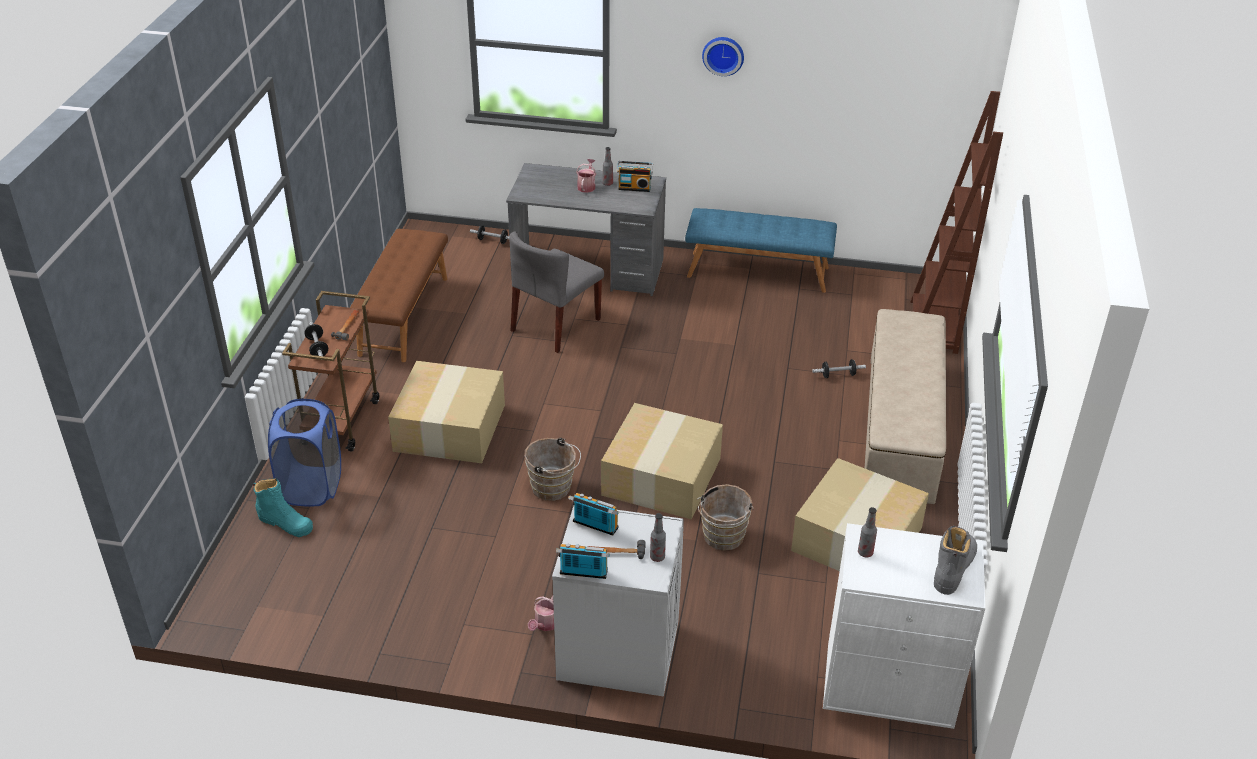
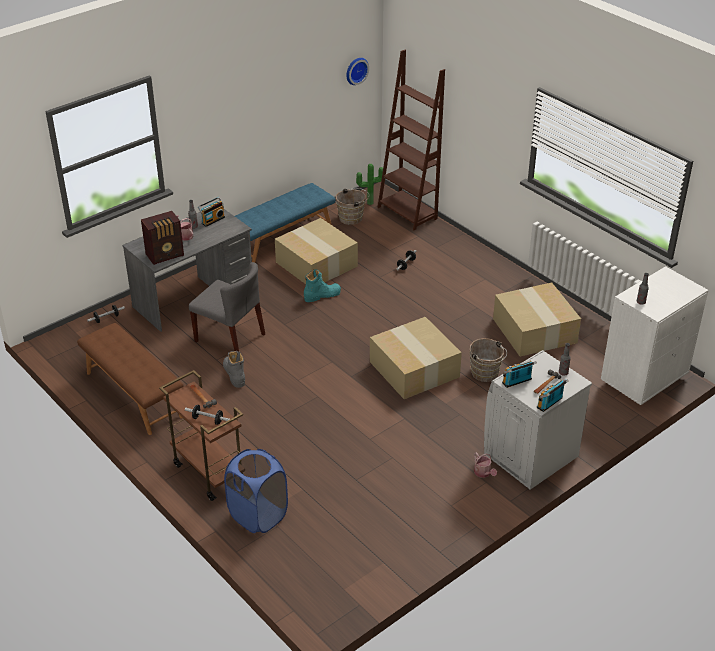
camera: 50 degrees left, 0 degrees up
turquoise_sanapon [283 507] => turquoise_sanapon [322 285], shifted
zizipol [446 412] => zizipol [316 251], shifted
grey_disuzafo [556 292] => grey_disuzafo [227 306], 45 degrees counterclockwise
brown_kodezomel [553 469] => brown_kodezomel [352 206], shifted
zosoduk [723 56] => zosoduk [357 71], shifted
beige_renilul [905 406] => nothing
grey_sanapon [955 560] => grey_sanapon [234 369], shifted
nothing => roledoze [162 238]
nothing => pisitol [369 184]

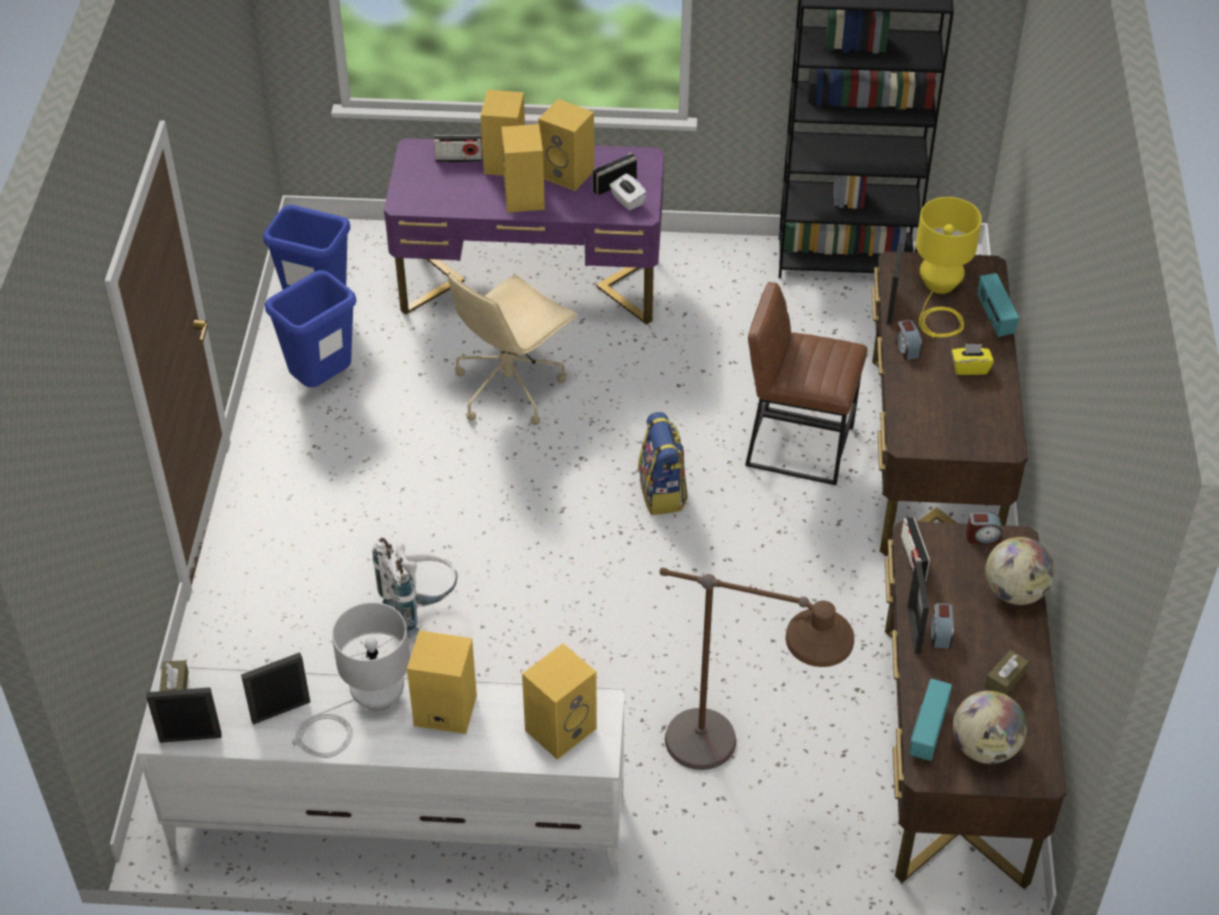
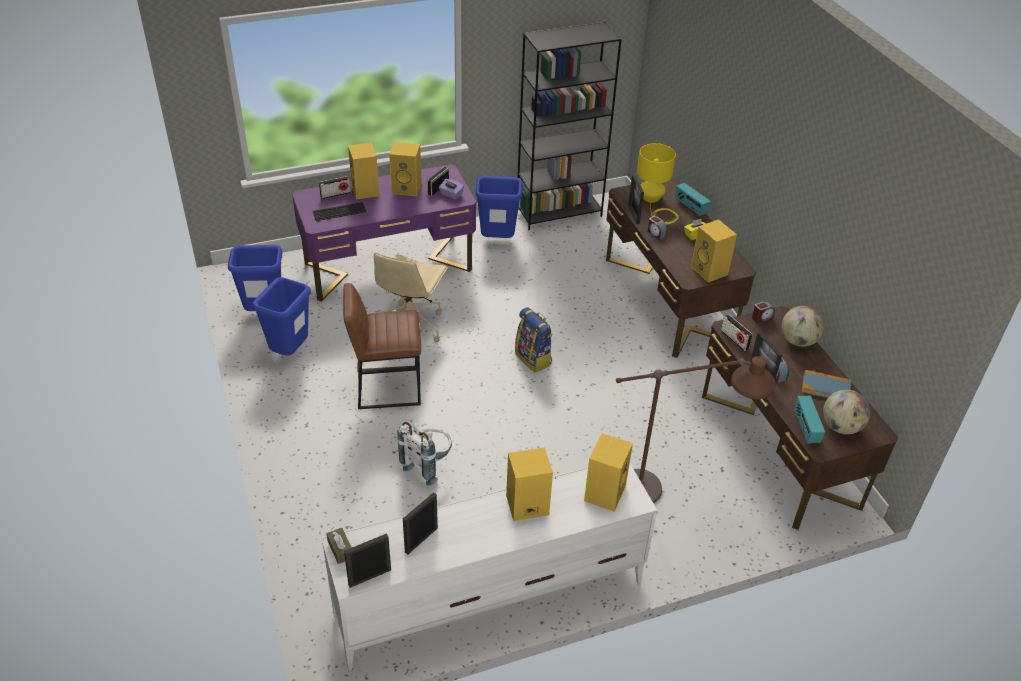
camera: 25 degrees left, 5 degrees down
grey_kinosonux [351 680] => nothing
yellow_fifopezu [523 168] => yellow_fifopezu [714 250], shifted
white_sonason [628 192] => purple_sonason [451 189]
brown_disuzafo [806 383] => brown_disuzafo [382 346], shifted
brown_sonason [1007 672] => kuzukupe [826 384]
nothing => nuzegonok [340 211]
nothing => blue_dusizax [498 207]

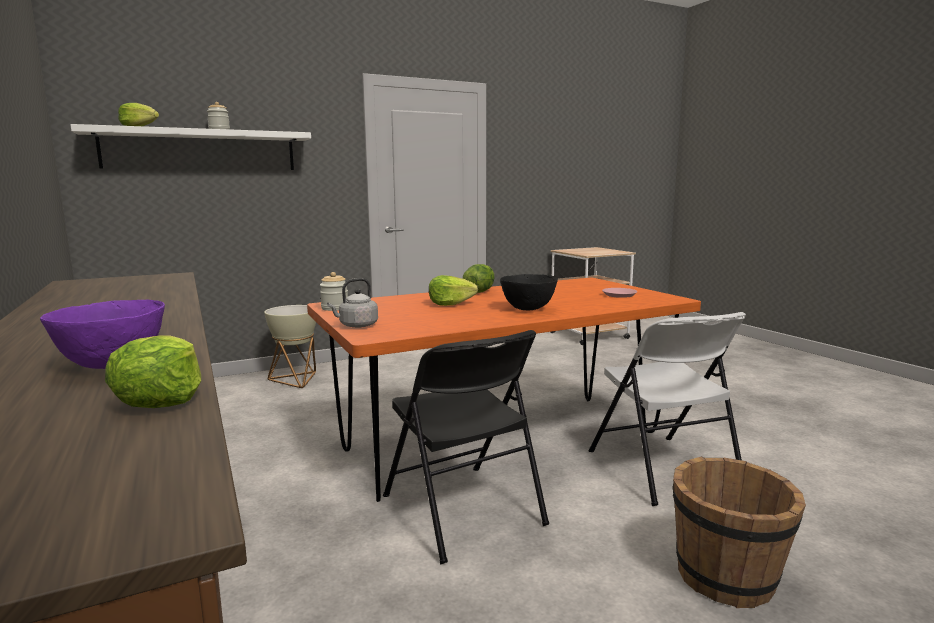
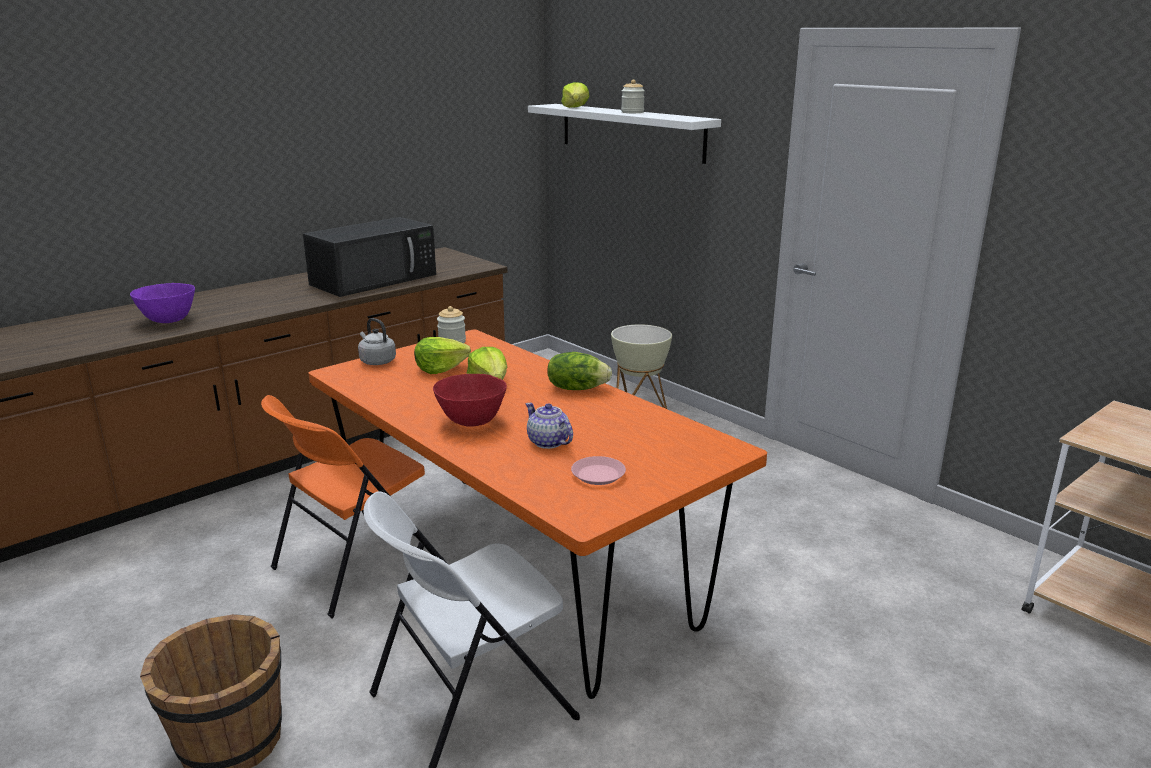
camera: 75 degrees right, 10 degrees up
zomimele [153 372] => zomimele [442 355], shifted
black_disuzafo [466 447] => orange_disuzafo [352 507]
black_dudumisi [529 292] => red_dudumisi [470 400]
nothing => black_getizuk [369 257]
nothing => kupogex [549 426]

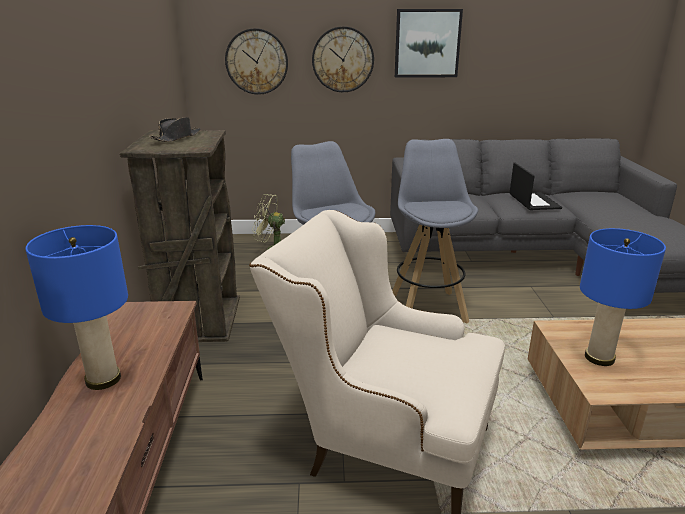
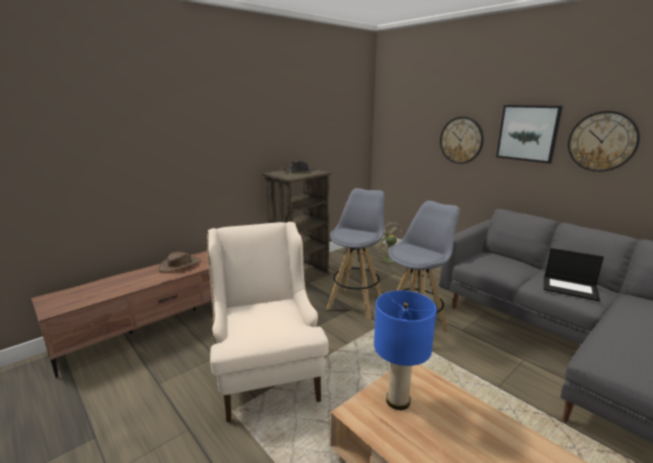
camera: 50 degrees right, 5 degrees down
blue_kinosonux [76 307] => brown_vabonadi [179 262]
zosoduk [256 61] => zosoduk [604 141], shifted
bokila [536 186] => bokila [573 274], 75 degrees clockwise

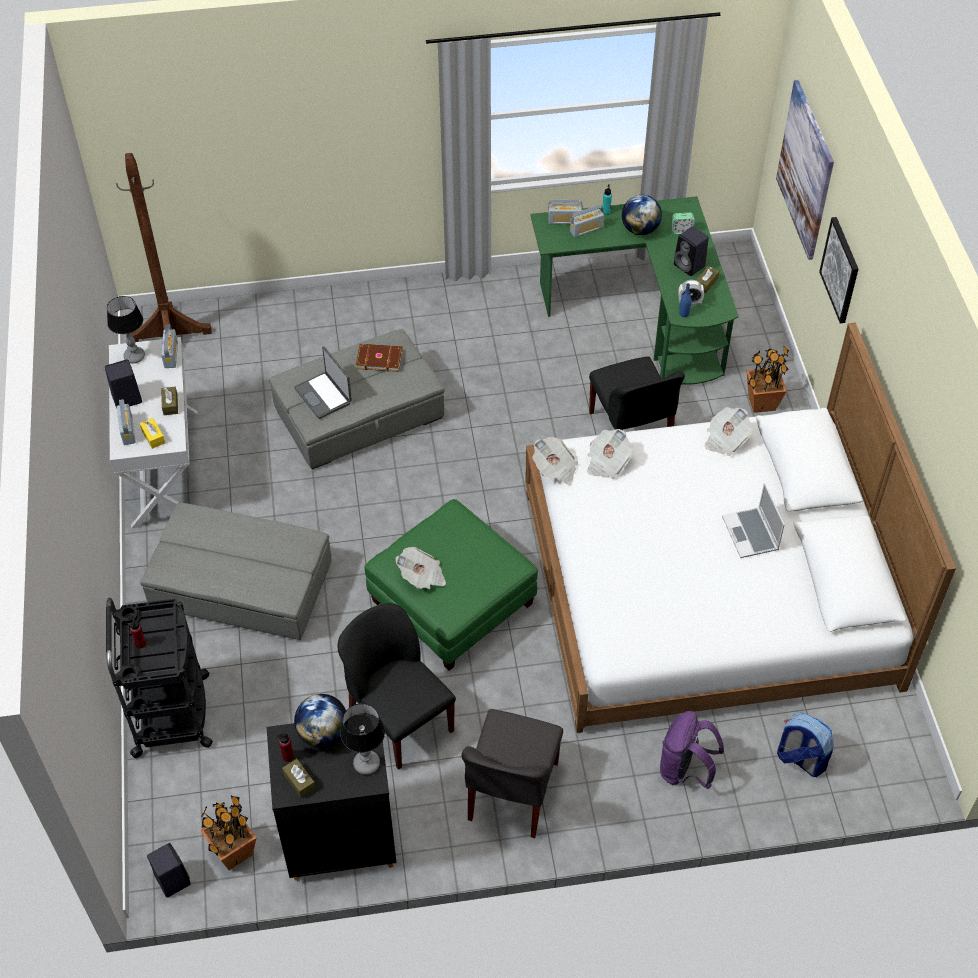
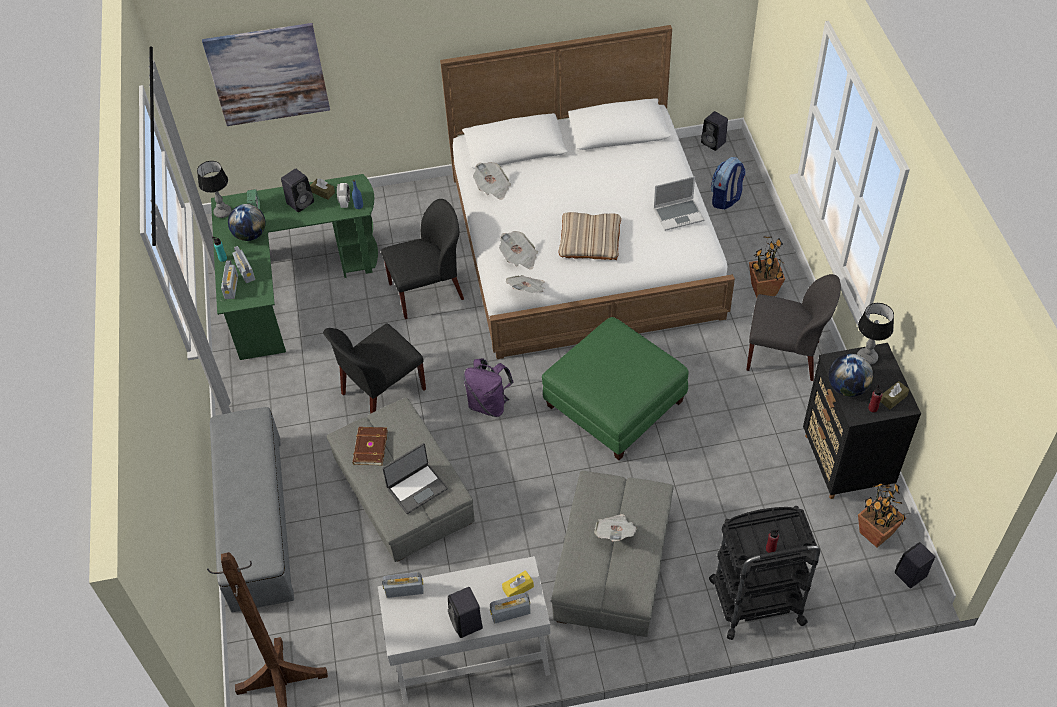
camera: 90 degrees left, 0 degrees up
kinosonux [126 329] => kinosonux [214 189], shifted
brown_sonason [169 401] => nothing
black_disuzafo [396 686] => black_disuzafo [374 368], shifted
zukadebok [421 568] => zukadebok [615 527], shifted
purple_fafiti [692 750] => purple_fafiti [488 388], shifted
bokila [753 520] => bokila [679 203], shifted
pisitol [767 379] => pisitol [767 267], shifted
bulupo [838 270] => nothing
nothing => grey_renilul [252 509]
nothing => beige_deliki [589 236]
nothing => black_fifopezu [714 131]

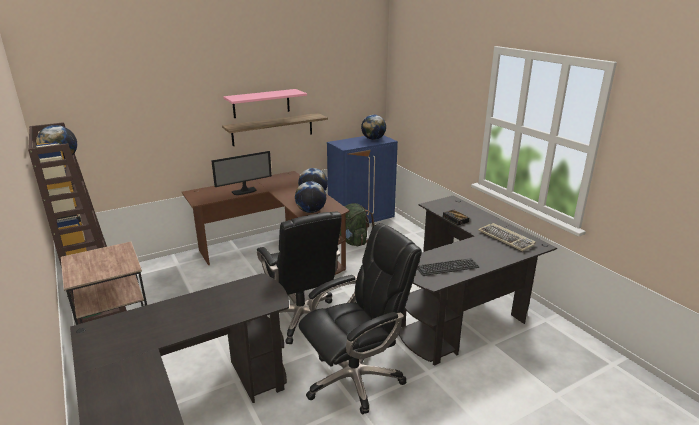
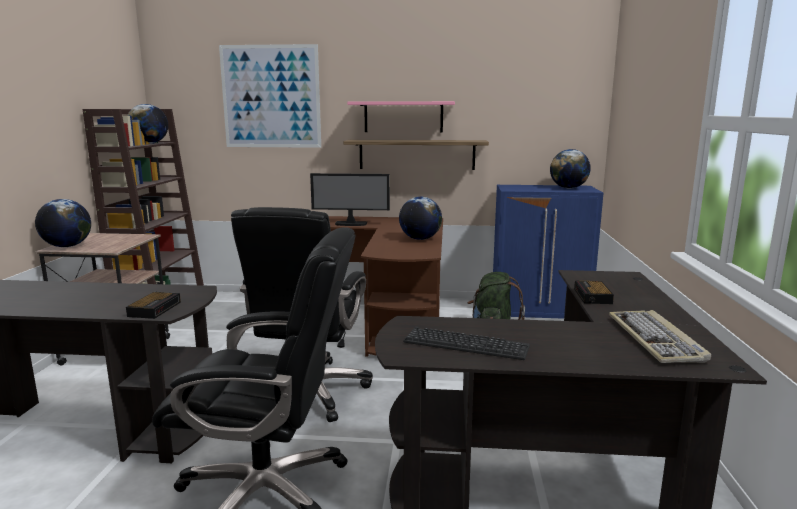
camera: 35 degrees right, 10 degrees down
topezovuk [310 197] => topezovuk [63 223], shifted
nothing => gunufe [153 305]
nothing => bulupo [270 96]

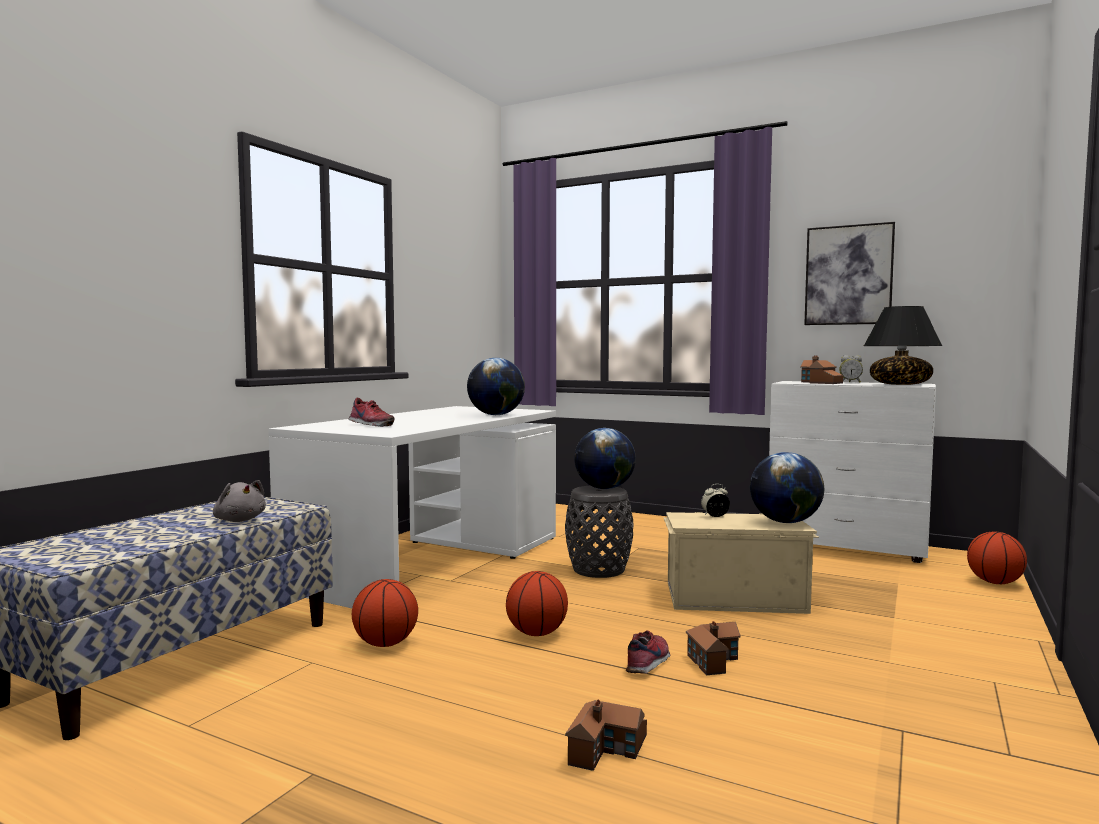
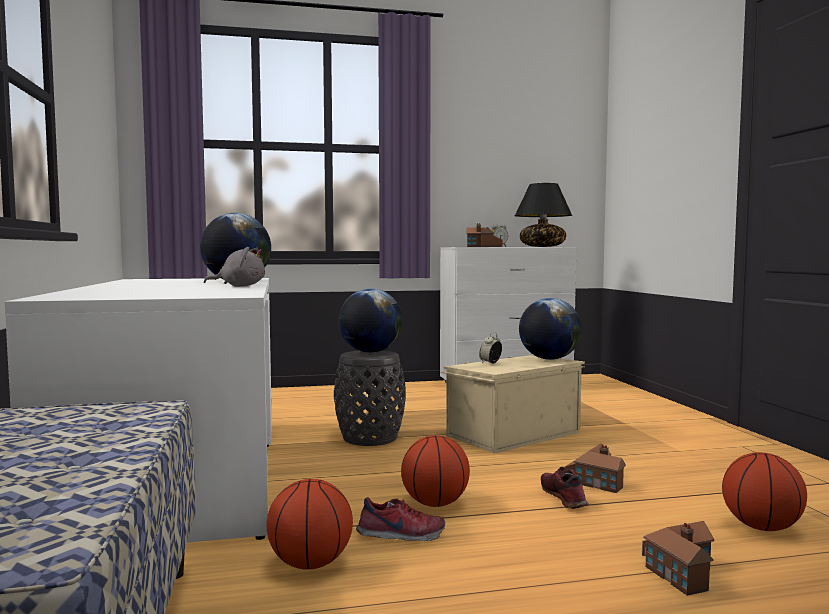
camera: 40 degrees left, 0 degrees up
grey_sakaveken [239 501] => grey_sakaveken [234 267], shifted
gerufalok [371 412] => gerufalok [400 519], shifted
bulupo [849 273] => nothing
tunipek [997 557] => tunipek [764 491], shifted

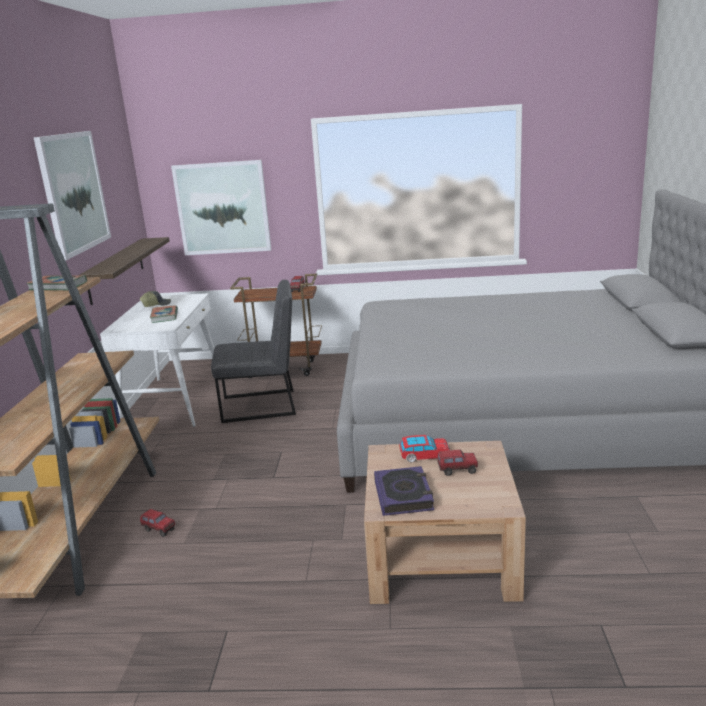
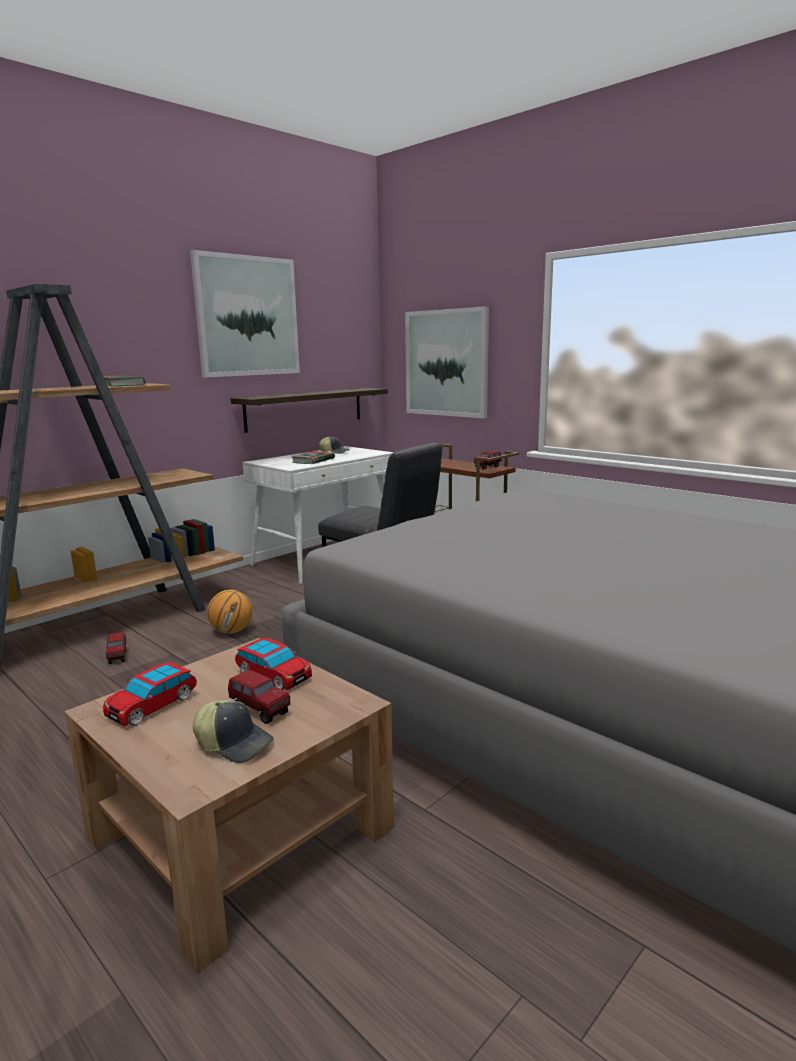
camera: 40 degrees right, 5 degrees down
kuzukupe [404 491] => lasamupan [150 694]
nothing => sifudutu [233 731]
nothing => tunipek [230 611]

